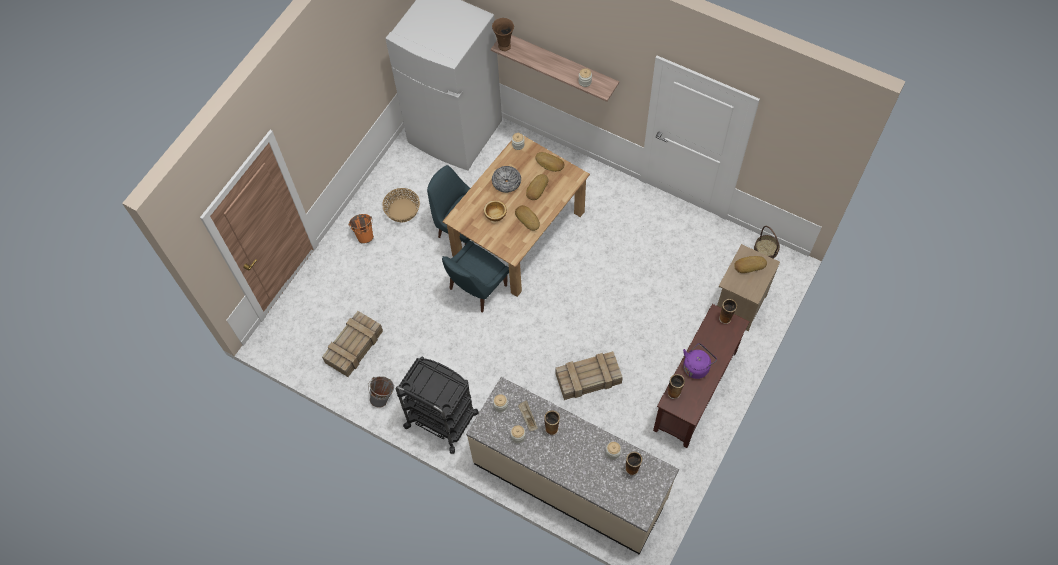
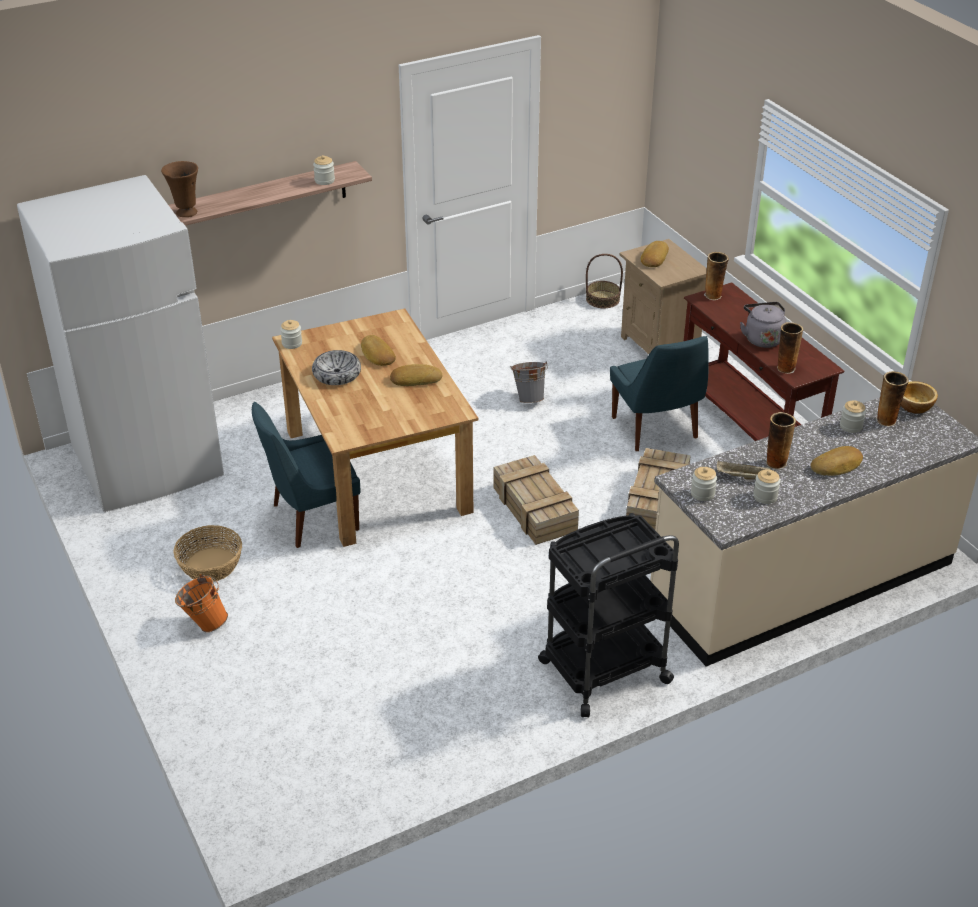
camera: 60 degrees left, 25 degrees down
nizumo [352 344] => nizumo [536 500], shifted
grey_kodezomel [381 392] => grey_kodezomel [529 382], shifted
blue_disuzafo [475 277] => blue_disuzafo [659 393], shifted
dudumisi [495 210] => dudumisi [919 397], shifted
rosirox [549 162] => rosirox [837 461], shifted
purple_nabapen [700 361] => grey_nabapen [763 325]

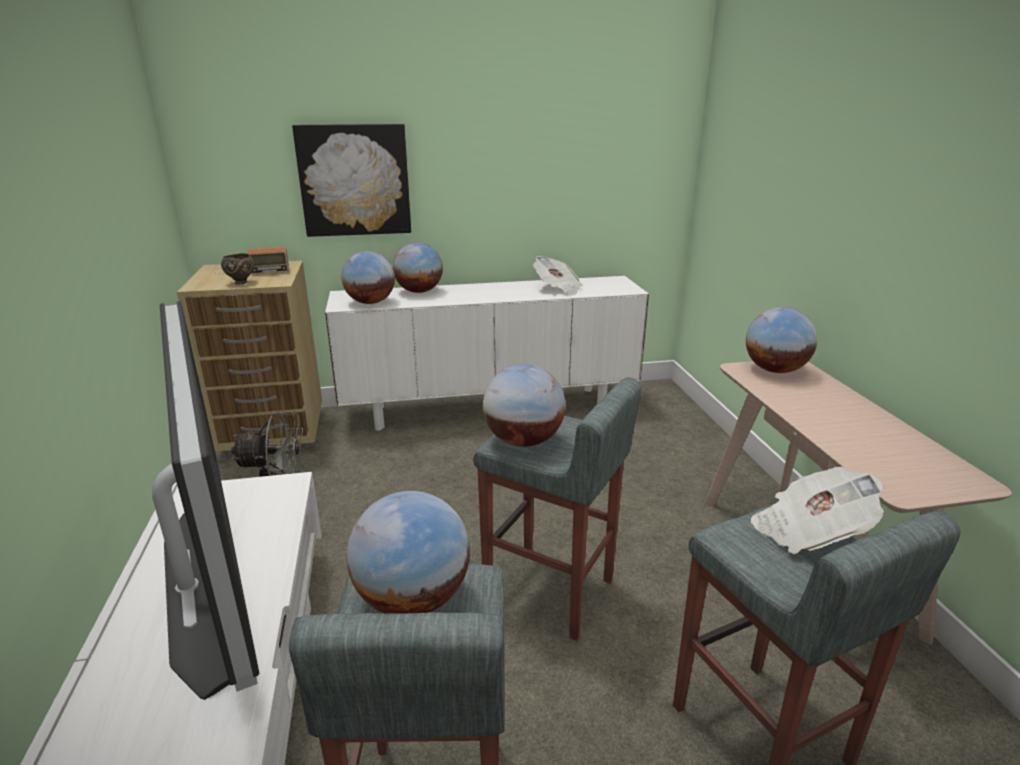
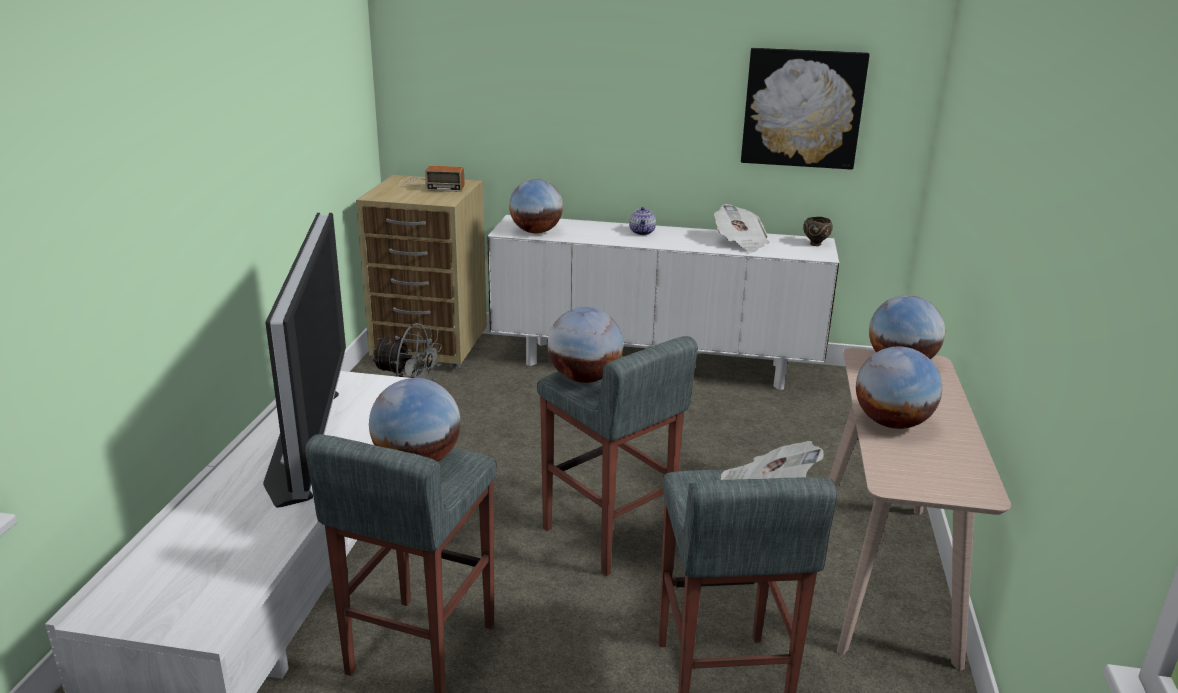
camera: 20 degrees right, 0 degrees up
brown_dudumisi [237 268] => brown_dudumisi [818 231], shifted
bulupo [351 180] => bulupo [805 109], shifted
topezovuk [418 267] => topezovuk [899 388], shifted
nothing => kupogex [642 221]

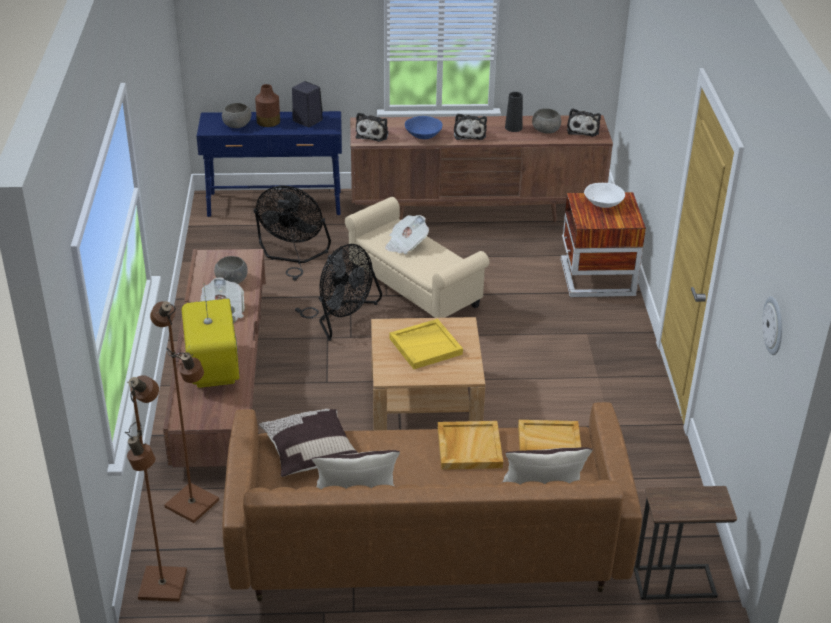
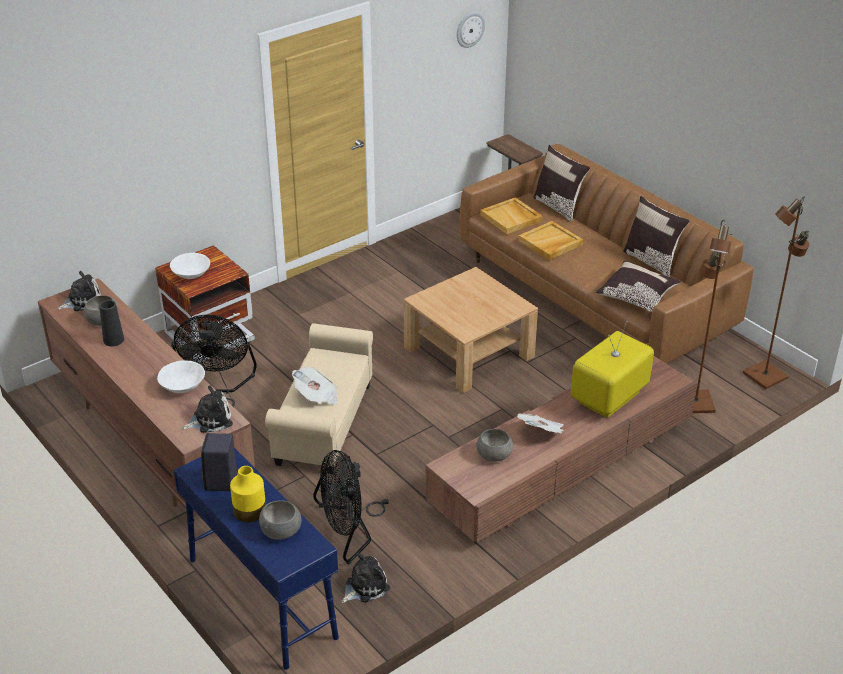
camera: 125 degrees left, 0 degrees up
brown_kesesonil [267 105] => yellow_kesesonil [248 494]
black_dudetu [338 292] => black_dudetu [214 361], shifted
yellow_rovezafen [426 344] => nothing
blue_dudumisi [423 127] => white_dudumisi [181 376]
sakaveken [470 126] => sakaveken [365 578], shifted

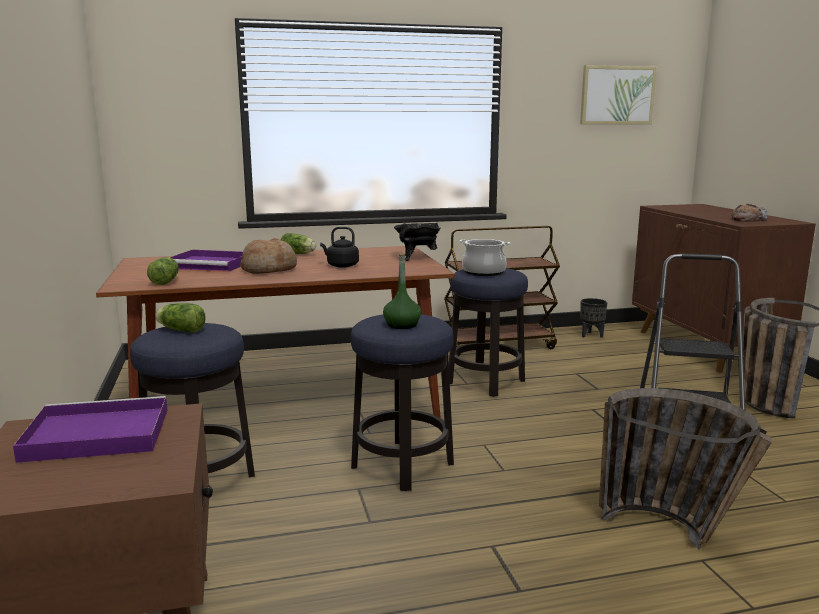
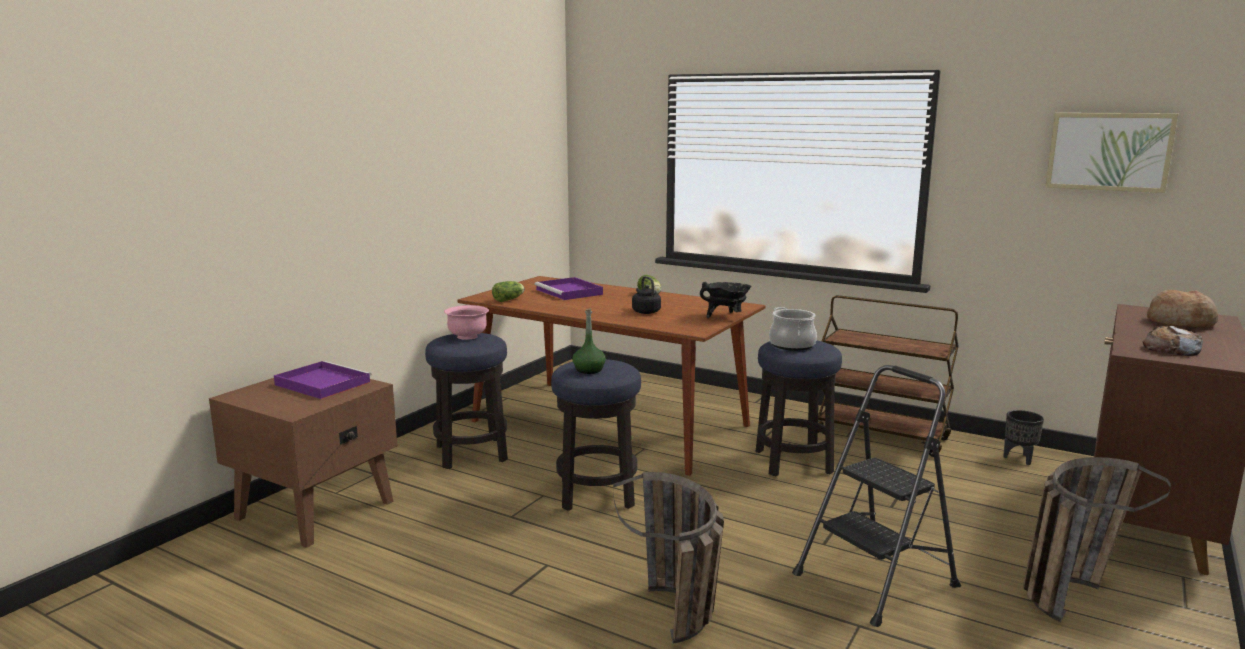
camera: 45 degrees right, 0 degrees up
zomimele [180 318] => pink_dudumisi [466 322]
rosirox [269 256] => rosirox [1182 309], shifted

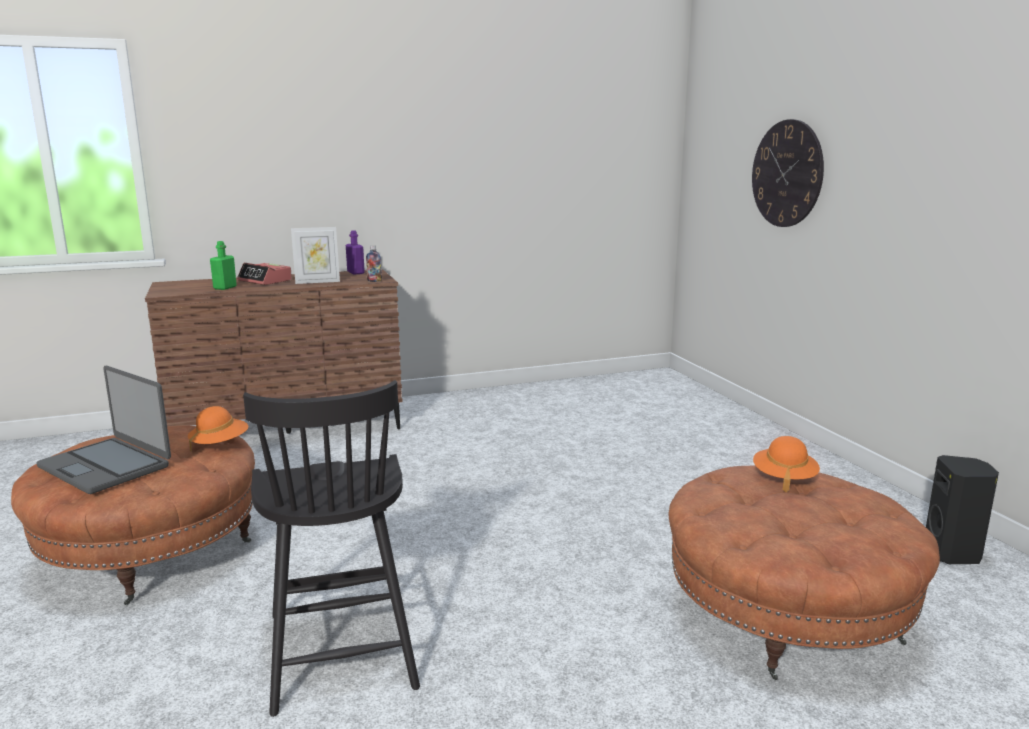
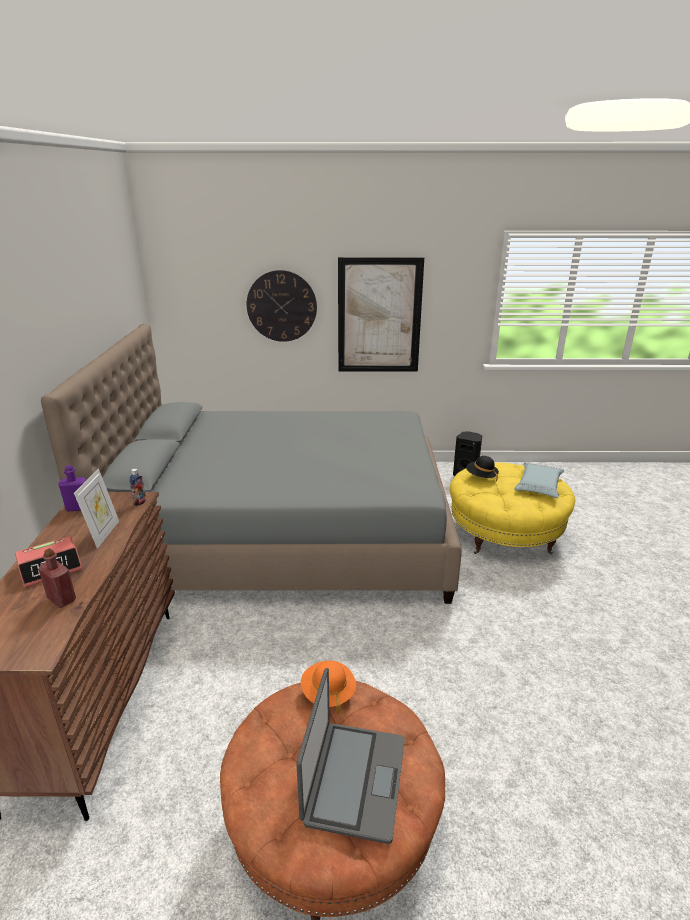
camera: 70 degrees left, 10 degrees up
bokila [103 430] => bokila [350 756], 45 degrees counterclockwise
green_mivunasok [223 265] => red_mivunasok [57 578]
black_disuzafo [331 548] => nothing
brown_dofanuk [804 573] => yellow_dofanuk [512 508]
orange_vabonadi [786 464] => black_vabonadi [482 468]
nothing => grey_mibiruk [251 464]
nothing => bulupo [381 314]
nothing => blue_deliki [539 480]

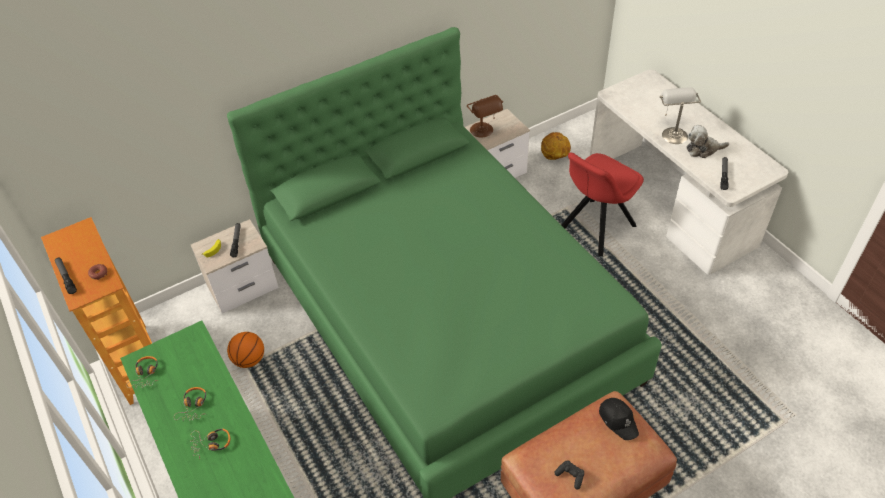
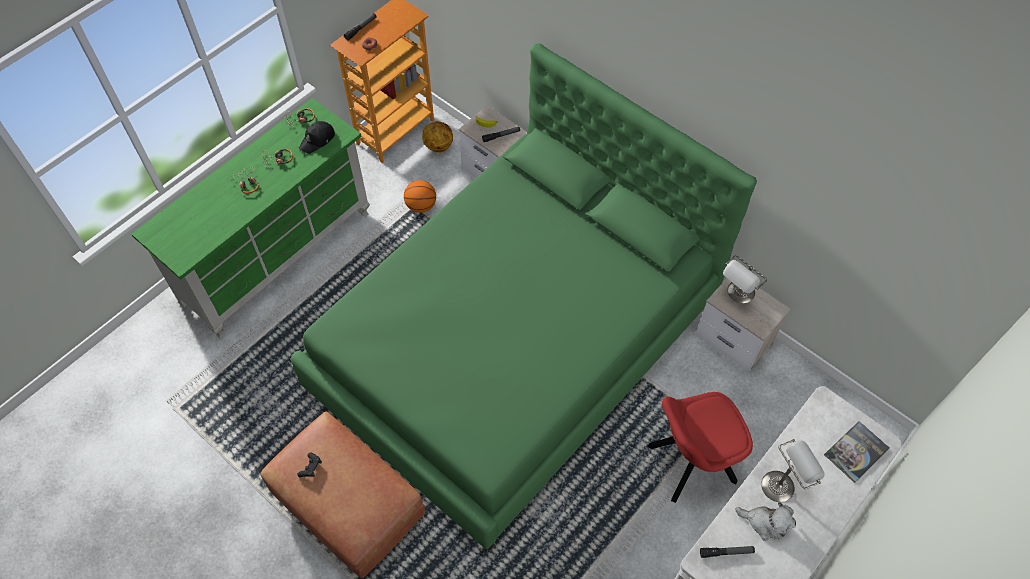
camera: 70 degrees right, 10 degrees up
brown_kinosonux [485 116] => white_kinosonux [745 279]
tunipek [556 146] => tunipek [437 137], shifted
red_disuzafo [603 204] => red_disuzafo [700 447], 45 degrees counterclockwise
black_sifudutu [619 419] => black_sifudutu [317 137], shifted
sakaveken [708 141] => sakaveken [765 521], 135 degrees clockwise
nothing => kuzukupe [857 452]

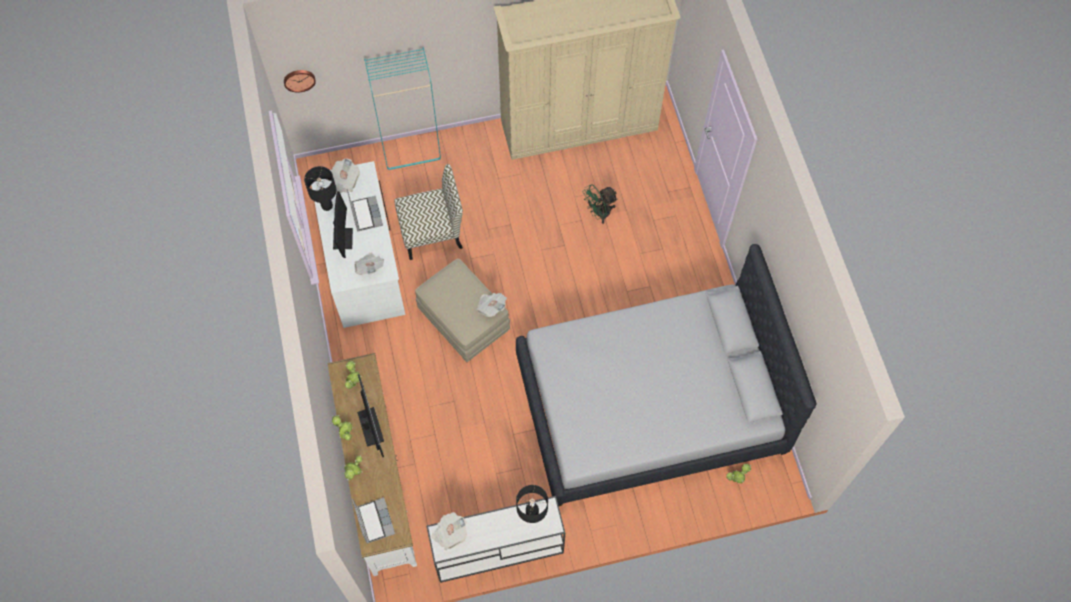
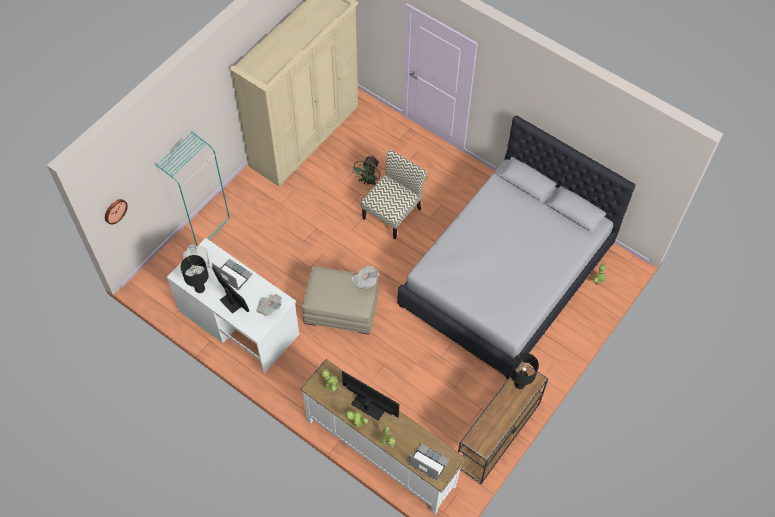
camera: 40 degrees left, 5 degrees down
disuzafo [428 212] => disuzafo [394 194], shifted
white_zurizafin [496 539] => brown_zurizafin [503 423]
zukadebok [449 531] => nothing

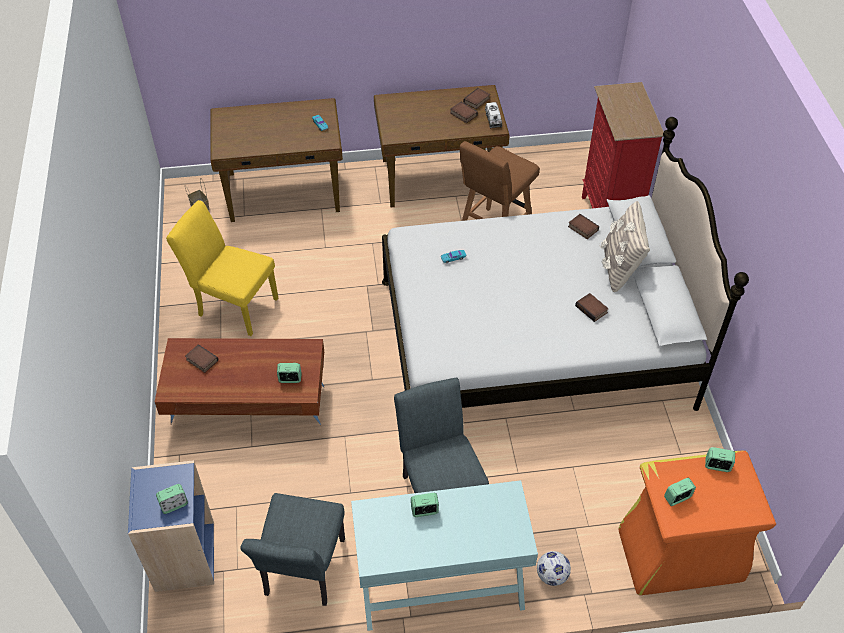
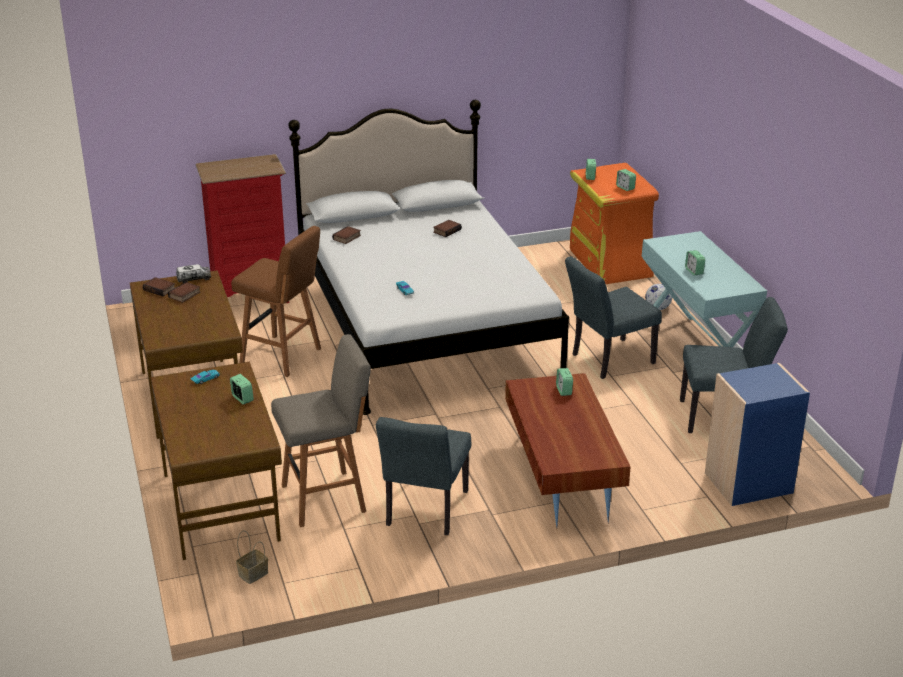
camera: 100 degrees left, 20 degrees down
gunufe [172 499] => gunufe [242 389], shifted
yellow_disuzafo [222 268] => grey_disuzafo [423 476]
kuzukupe [201 358] => nothing
beige_deliki [624 246] => nothing
nothing => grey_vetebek [321 430]

